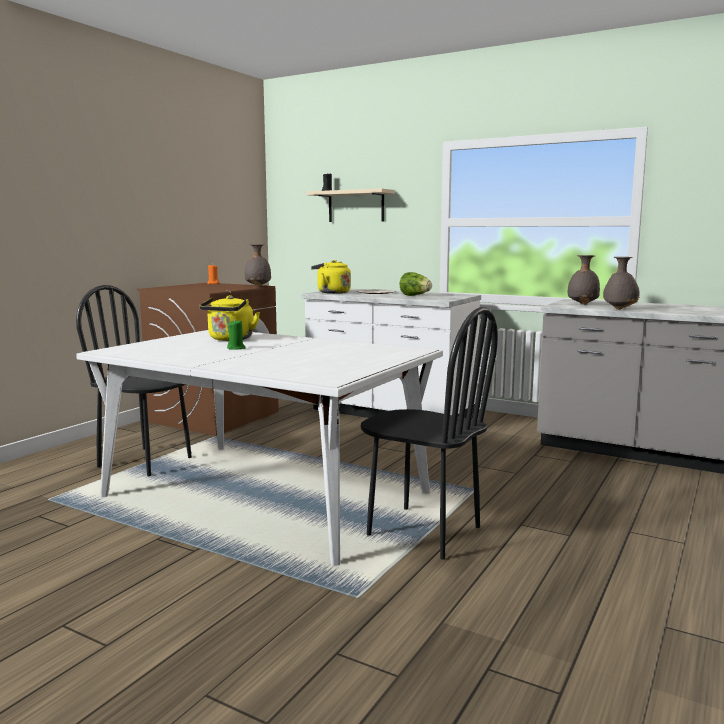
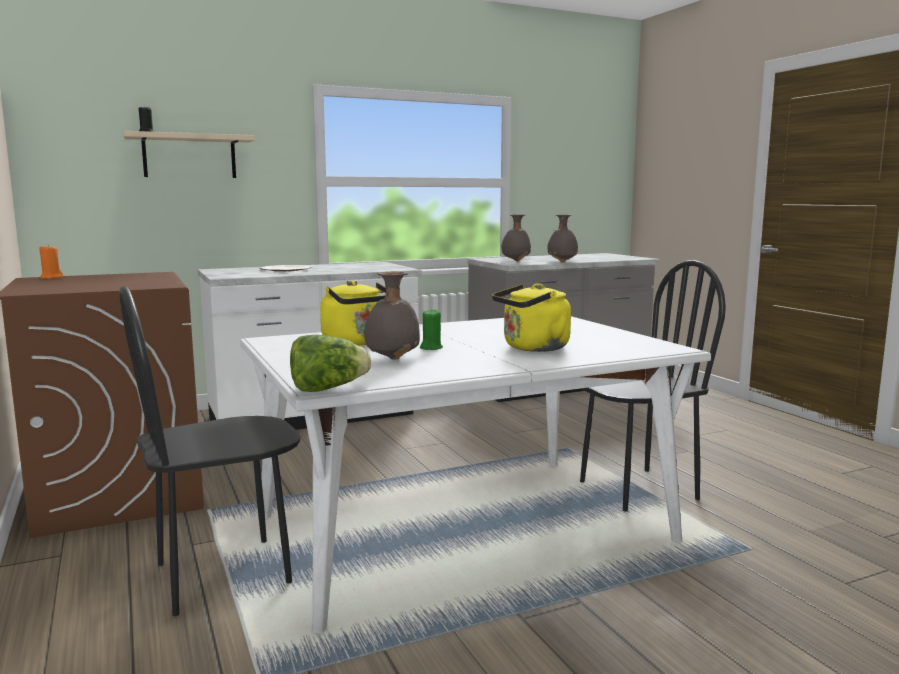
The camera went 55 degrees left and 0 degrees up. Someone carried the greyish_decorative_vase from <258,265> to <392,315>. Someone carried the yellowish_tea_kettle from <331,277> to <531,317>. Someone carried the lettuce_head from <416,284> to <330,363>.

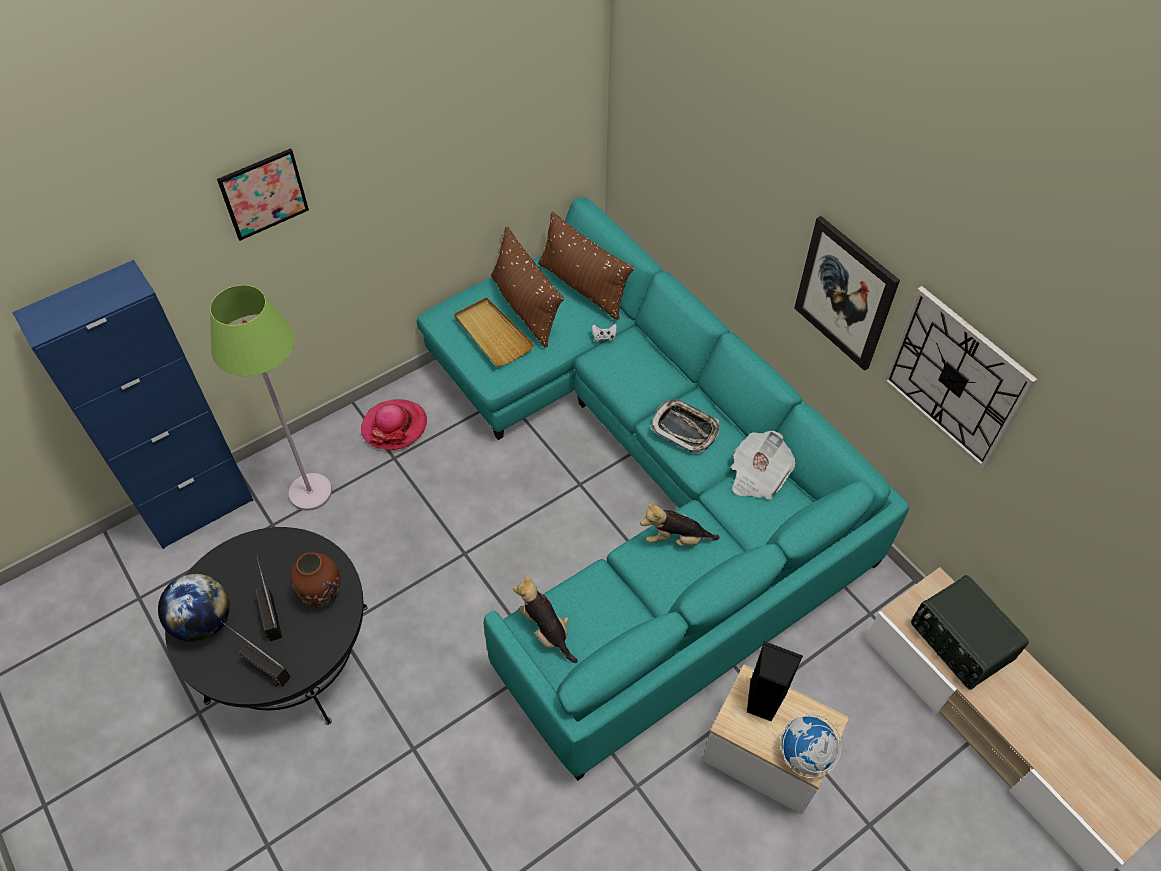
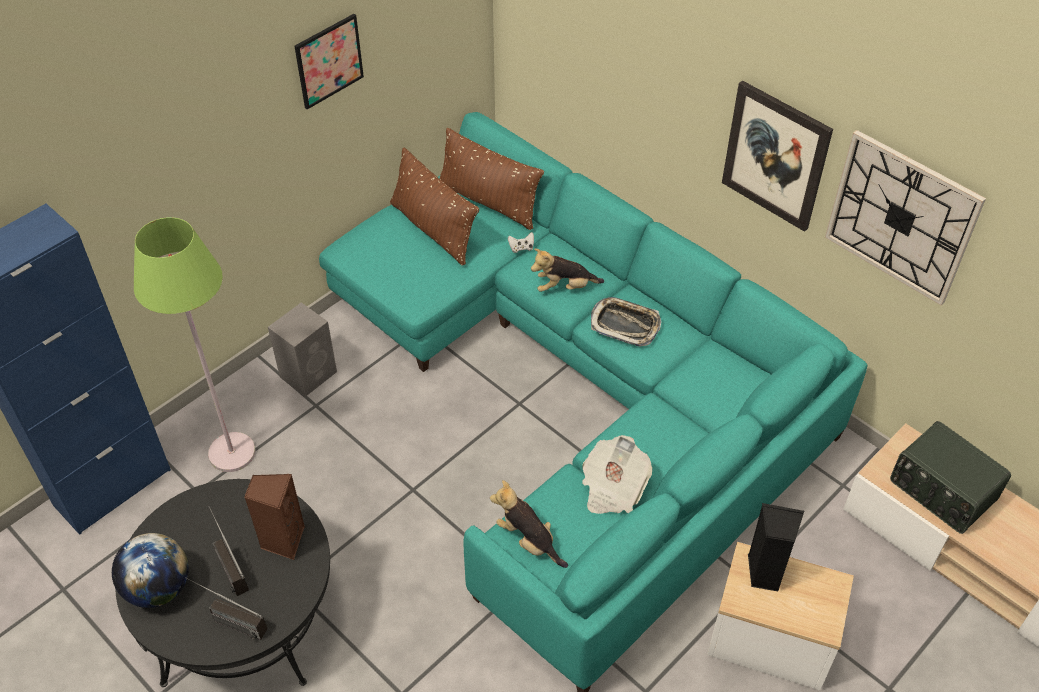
The camera went 10 degrees left and 5 degrees down. Someone took away the sand-coloured_carrying_tray at <494,332>. Someone took away the desk_globe at <811,746>. Someone carried the picture from <263,194> to <329,61>. Someone carried the soft_toy from <680,524> to <567,270>. Someone carried the printed_paper from <763,465> to <617,474>. Someone swapped the brown_decorative_vase at <316,579> for the brown_audio_speaker at <274,517>. Someone swapped the wearable_hat at <394,424> for the greyish_audio_speaker at <302,349>.

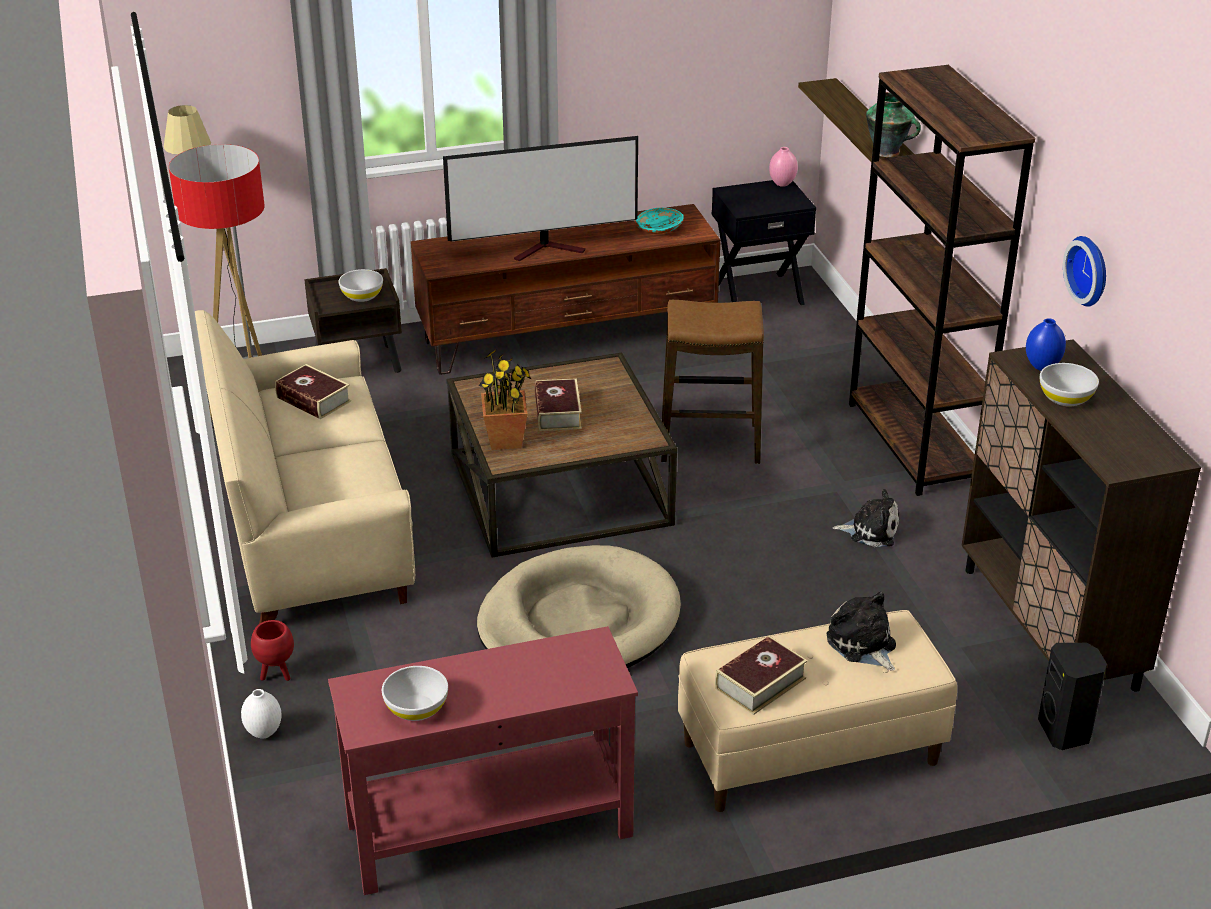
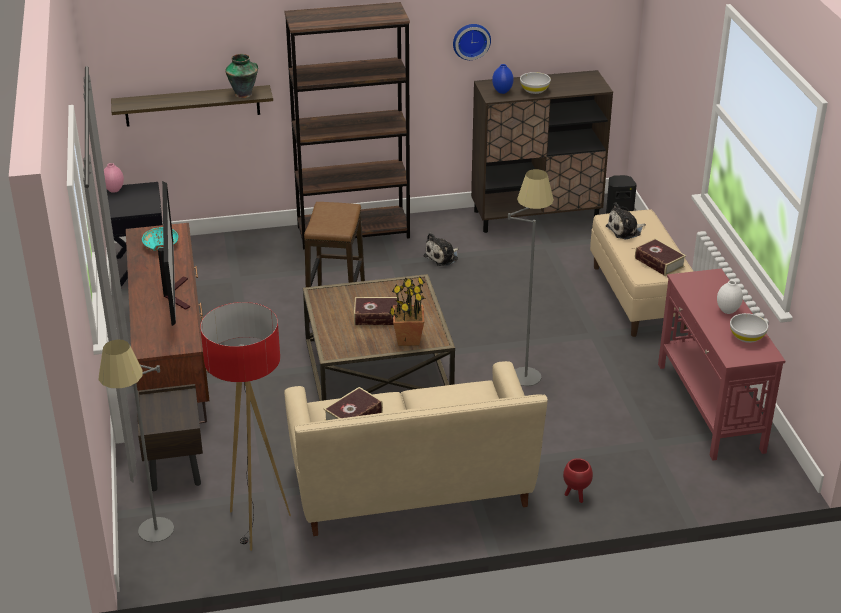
The camera went 85 degrees left and 0 degrees up. Someone took away the white-coloured_serving_bowl at <360,285>. Someone carried the white-coloured_decorative_vase from <261,714> to <730,297>. Someone swapped the sand-coloured_pet_bed at <579,606> for the greyish_floor_lamp at <531,277>. Someone rotated the soft_toy at <865,518> by 150 degrees counterclockwise.

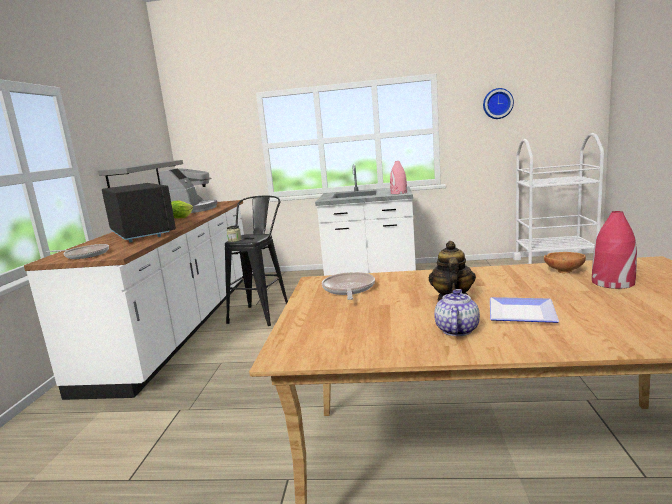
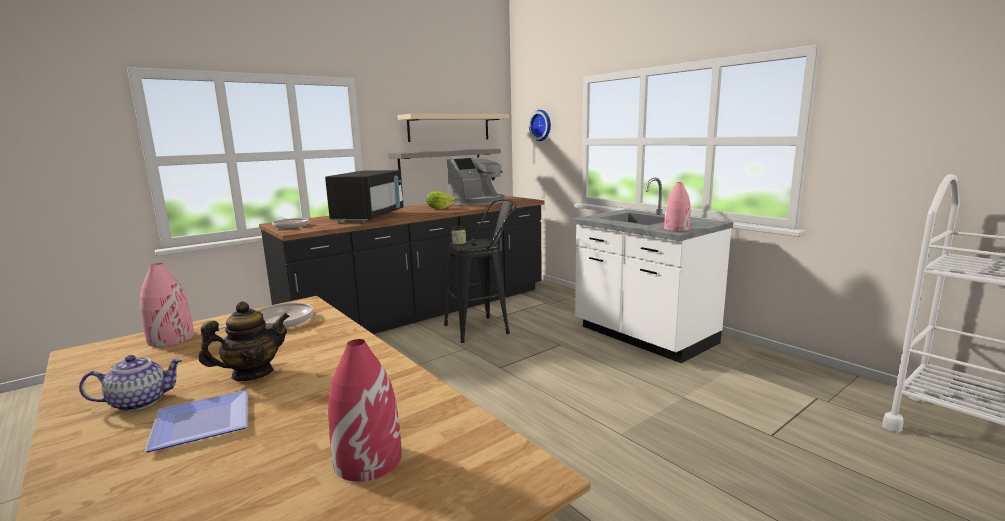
The camera went 45 degrees right and 0 degrees up. Someone took away the brown_serving_bowl at <565,262>. Someone put down the pink_decorative_vase at <167,305>. Someone put up the sand-coloured_shelf at <453,128>. Someone carried the clock_on_the_wall from <498,103> to <540,125>. Someone repainted the white-coloured_kitchen_base_unit at <134,300>, which became the blackish_kitchen_base_unit at <401,264>.

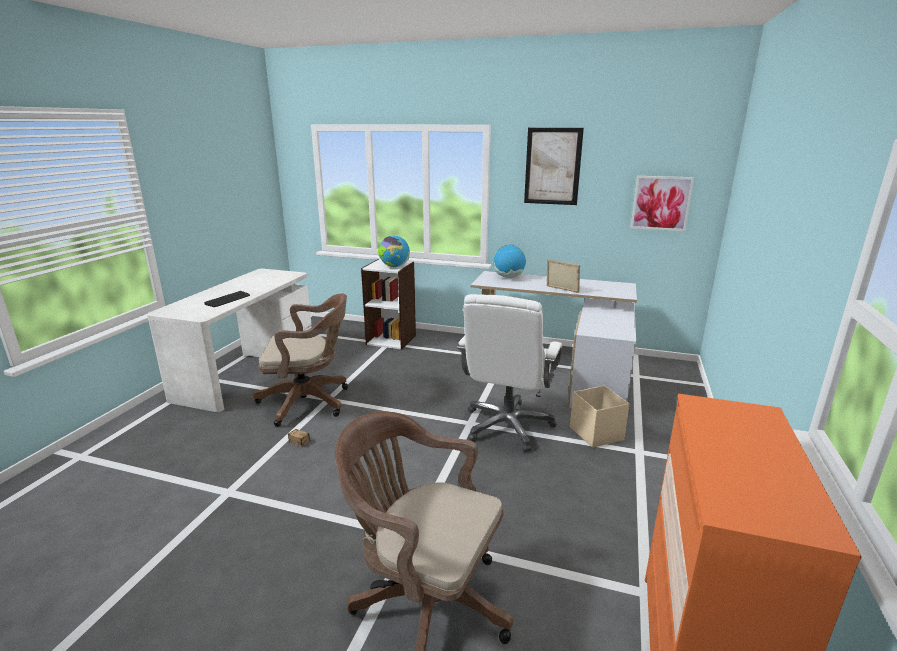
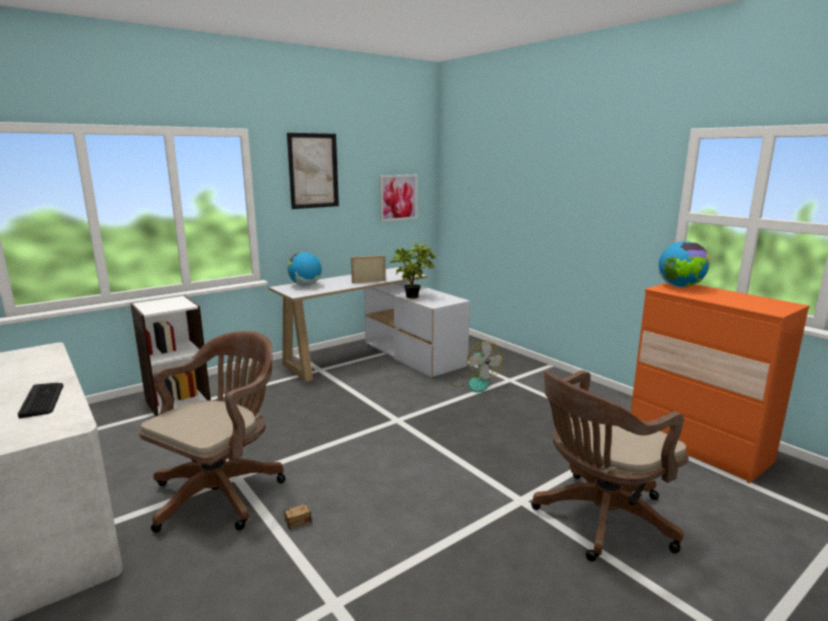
The camera went 55 degrees left and 5 degrees down. Someone took away the white-coloured_computer_chair at <509,373>. Someone put down the plant_in_a_pot at <412,270>. Someone carried the desk_globe from <394,251> to <684,264>. Someone swapped the sand-coloured_storage_bin at <600,417> for the cooling_fan at <477,366>.

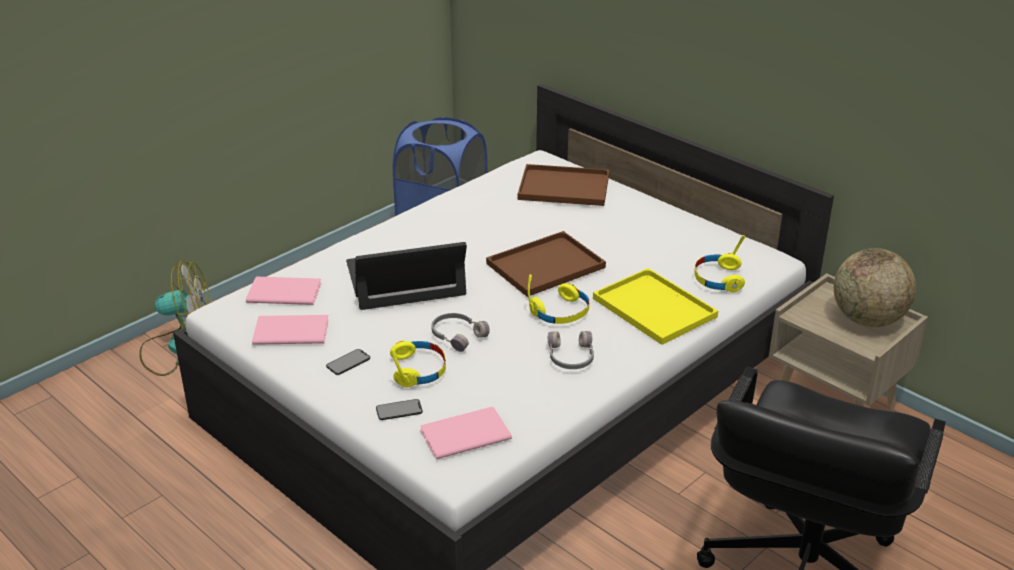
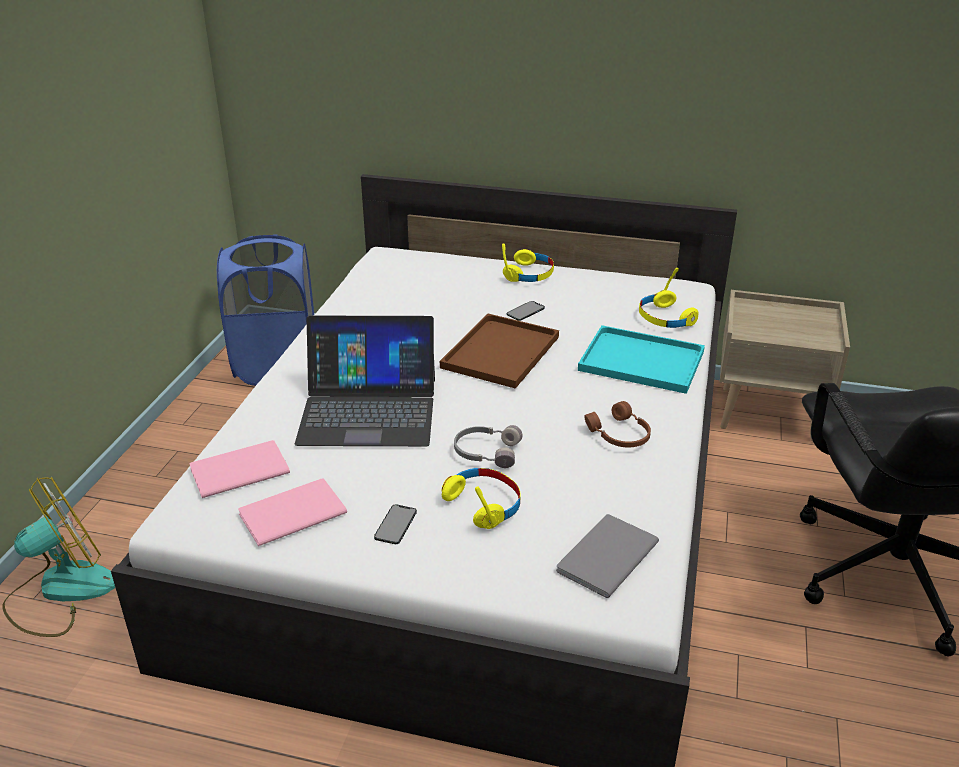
The camera went 30 degrees left and 0 degrees up. Someone took away the brown_carrying_tray at <563,185>. Someone took away the desk_globe at <875,287>. Someone carried the handset from <399,409> to <526,311>. Someone carried the yellowish_pair_of_headphones from <558,299> to <528,262>. Someone repainted the pink_bound_book at <466,433>, which became the greyish_bound_book at <607,556>. Someone repainted the greyish_pair_of_headphones at <571,350>, which became the brown_pair_of_headphones at <617,424>. Someone repainted the yellowish_carrying_tray at <655,306>, which became the blue-green_carrying_tray at <641,359>. Someone rotated the notebook_computer at <406,276> by 135 degrees counterclockwise.

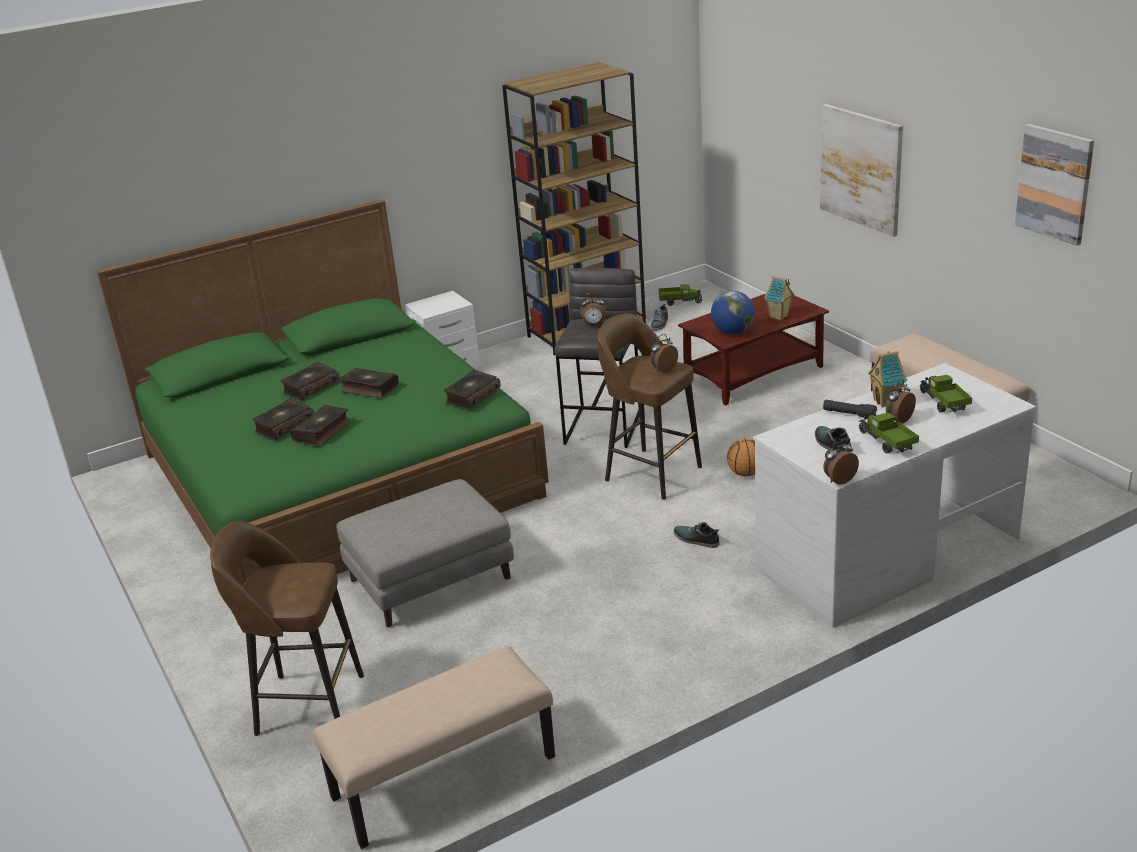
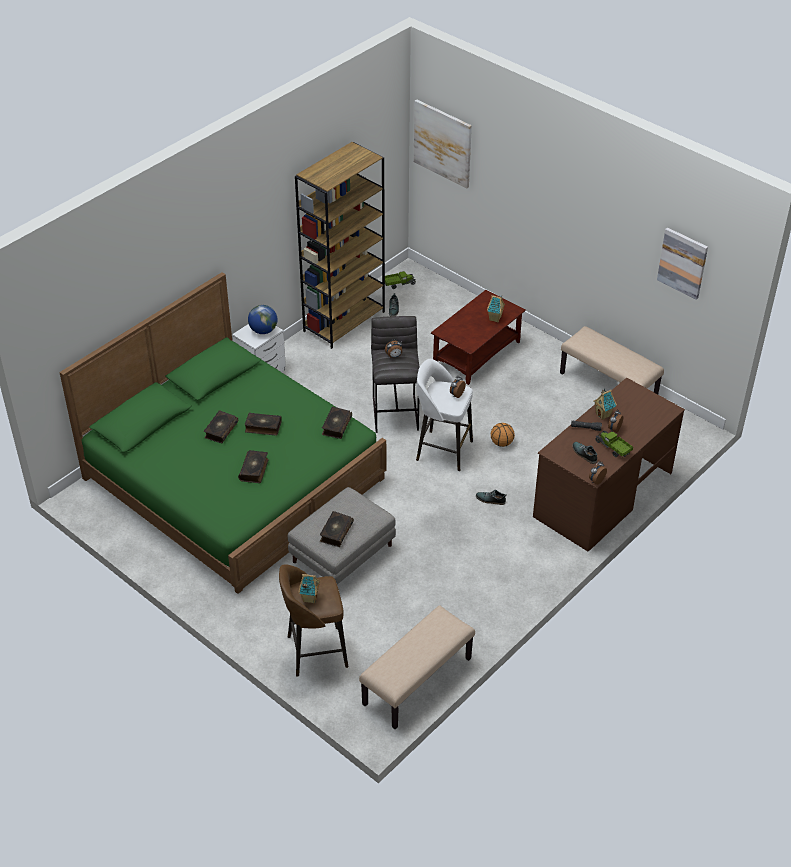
The camera went 20 degrees left and 15 degrees up. Someone took away the model_truck at <946,394>. Someone put down the model_house at <309,589>. Someone carried the bound_book from <283,419> to <337,529>. Someone carried the desk_globe from <733,313> to <262,319>. Someone carried the picture from <861,170> to <443,144>. Someone repainted the brown_sitting_stool at <649,406>, which became the white-coloured_sitting_stool at <444,415>. Someone repainted the white-coloured_desk_table at <894,495>, which became the brown_desk_table at <609,464>.

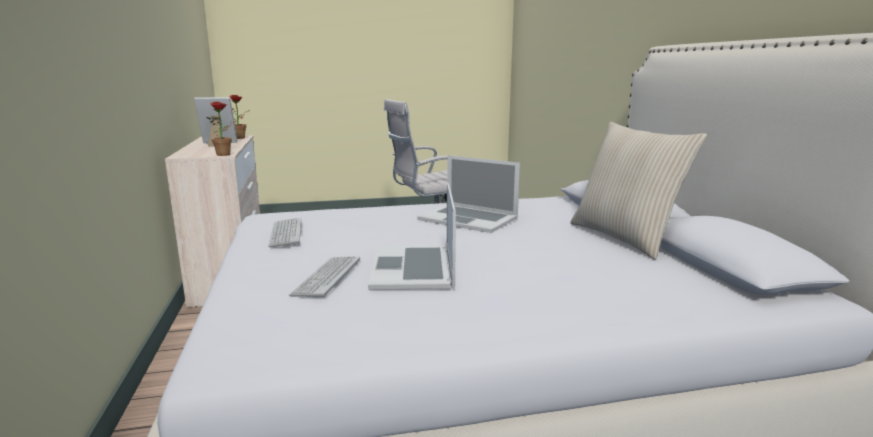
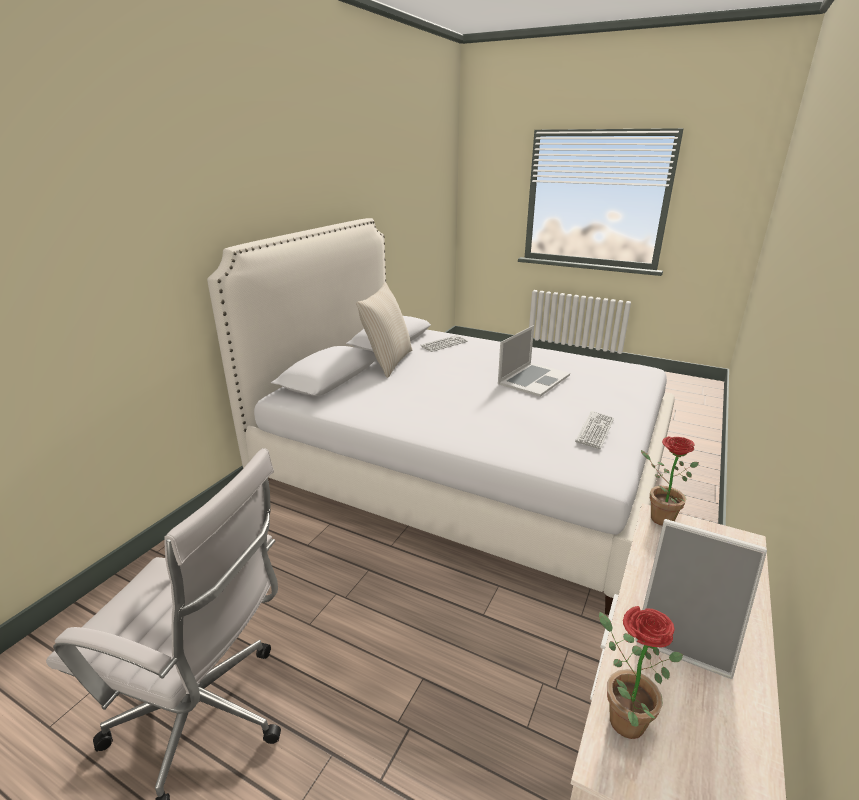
The camera went 140 degrees left and 10 degrees up. Someone took away the notebook_computer at <468,194>. Someone carried the computer_keyboard from <324,276> to <444,343>.

